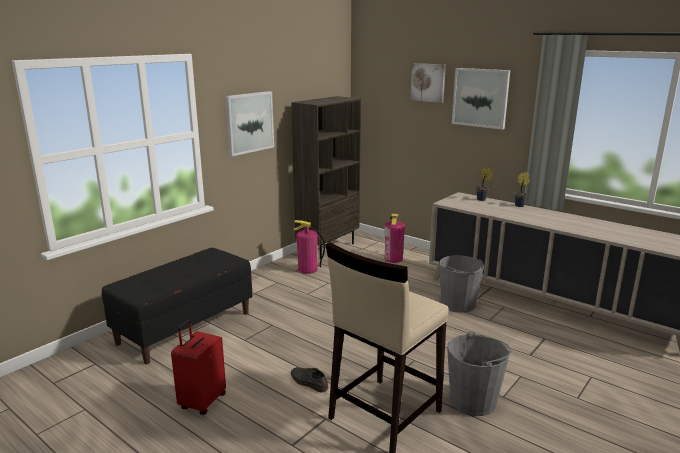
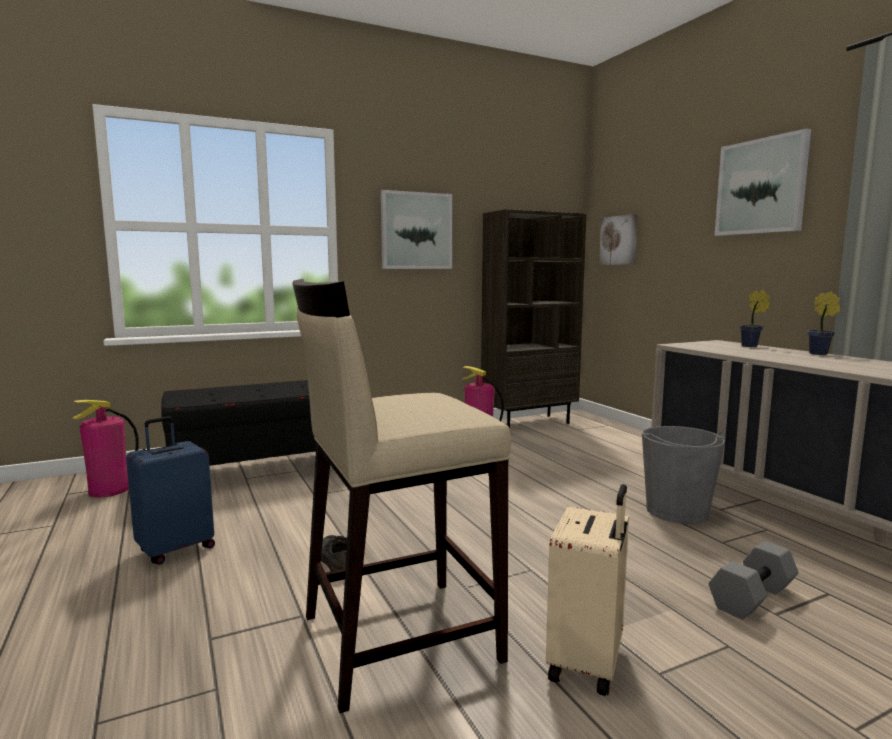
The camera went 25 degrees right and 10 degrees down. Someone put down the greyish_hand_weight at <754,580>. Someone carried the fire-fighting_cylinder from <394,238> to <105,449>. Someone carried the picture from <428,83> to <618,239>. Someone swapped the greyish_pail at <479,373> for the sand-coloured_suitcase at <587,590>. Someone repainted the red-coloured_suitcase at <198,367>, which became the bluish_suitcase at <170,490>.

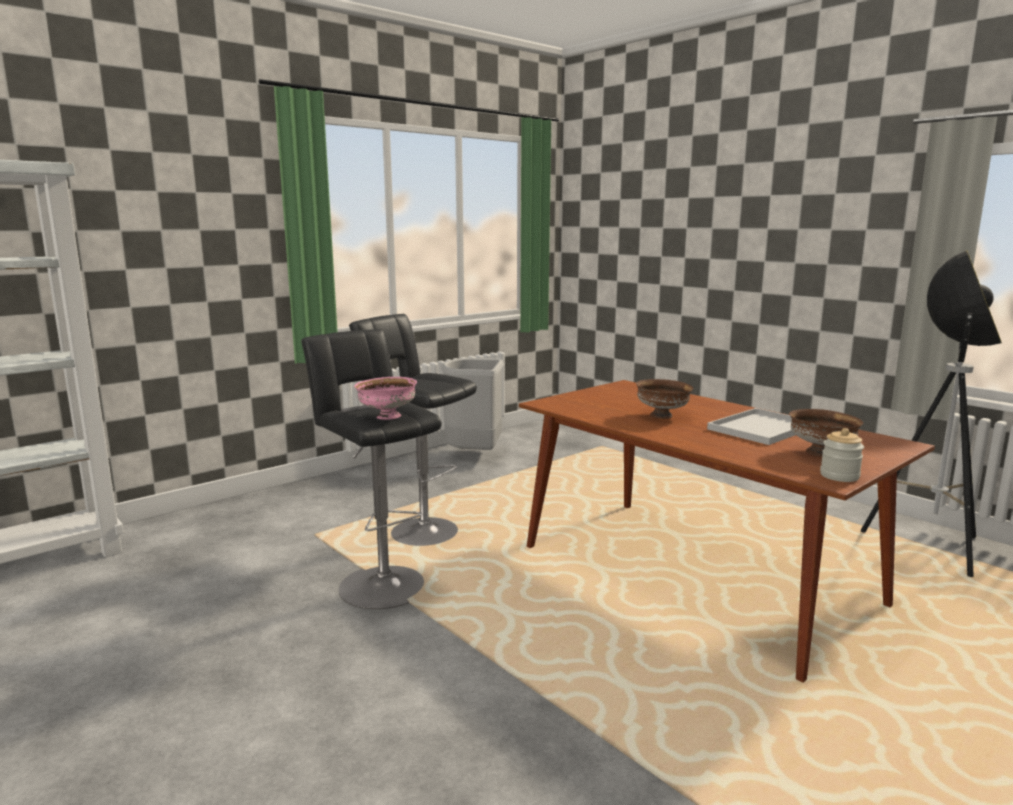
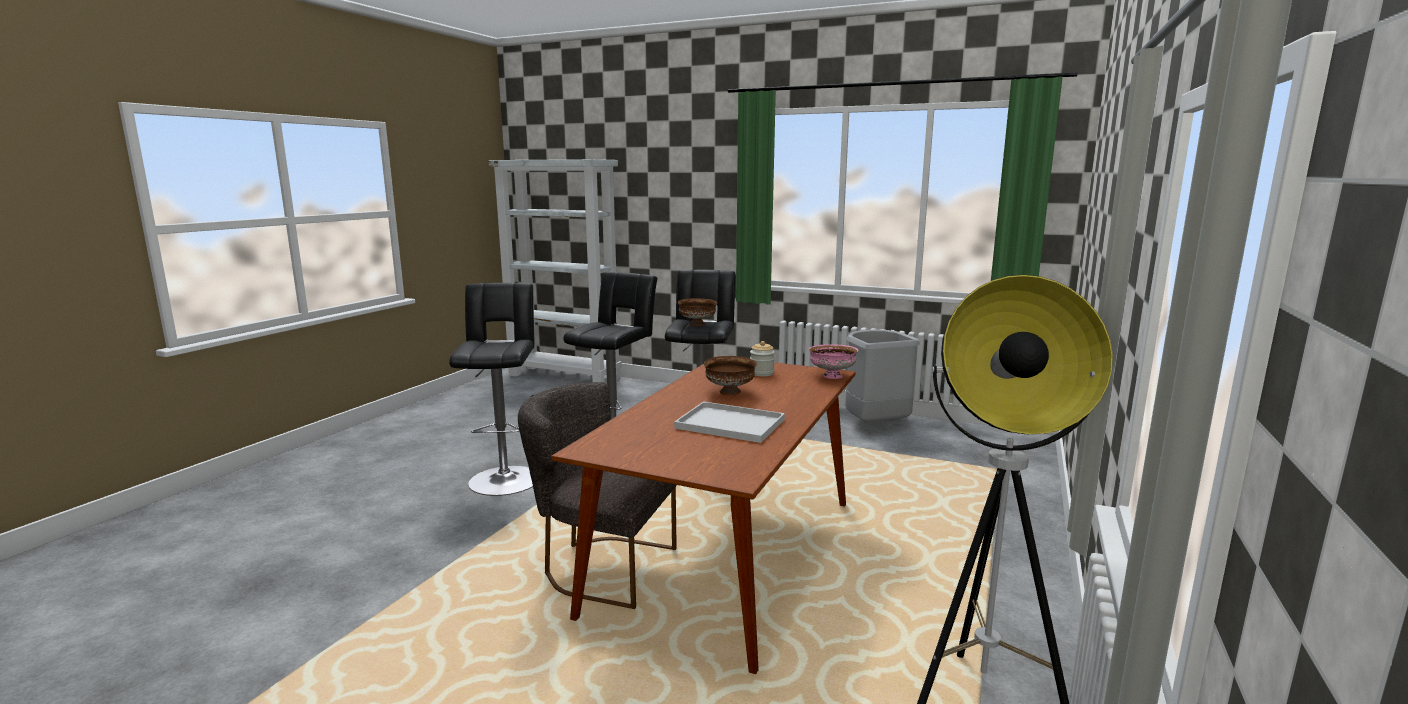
The camera went 65 degrees right and 0 degrees up. Someone put down the blackish_sitting_stool at <492,389>. Someone put down the greyish_chair at <597,495>. Someone carried the pink_serving_bowl from <385,398> to <833,361>. Someone carried the brown_serving_bowl from <826,433> to <697,312>. Someone carried the preserve_jar from <842,455> to <762,358>.

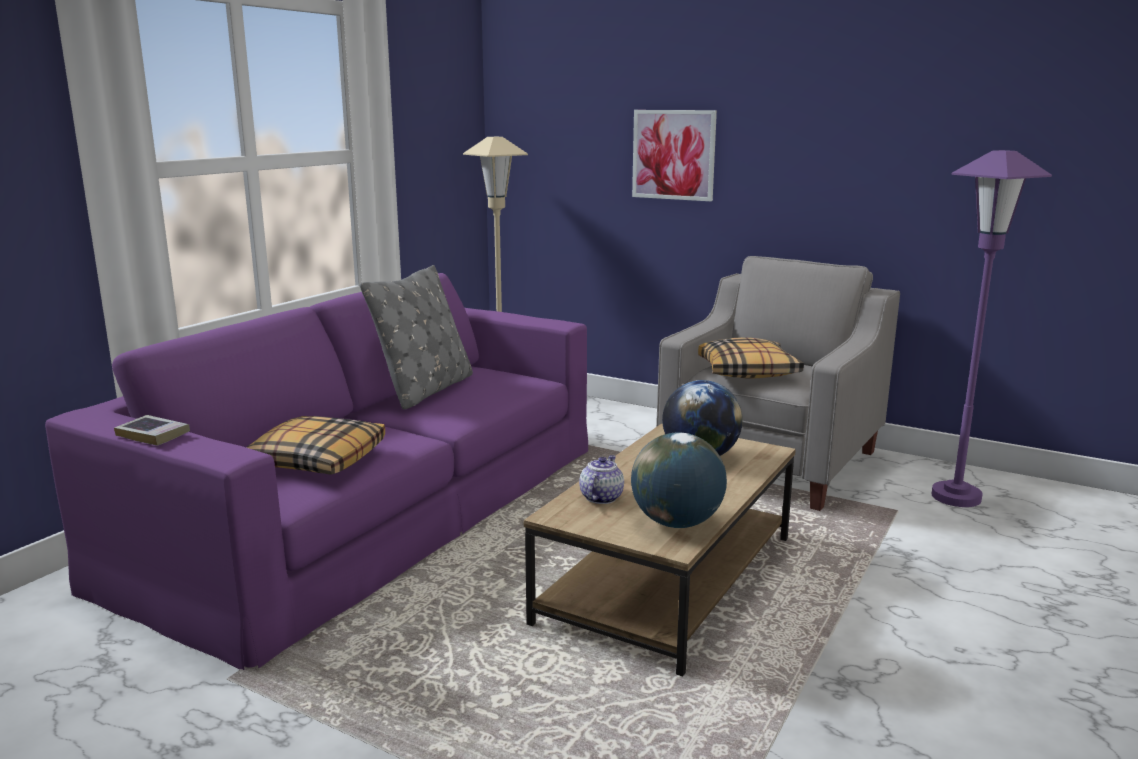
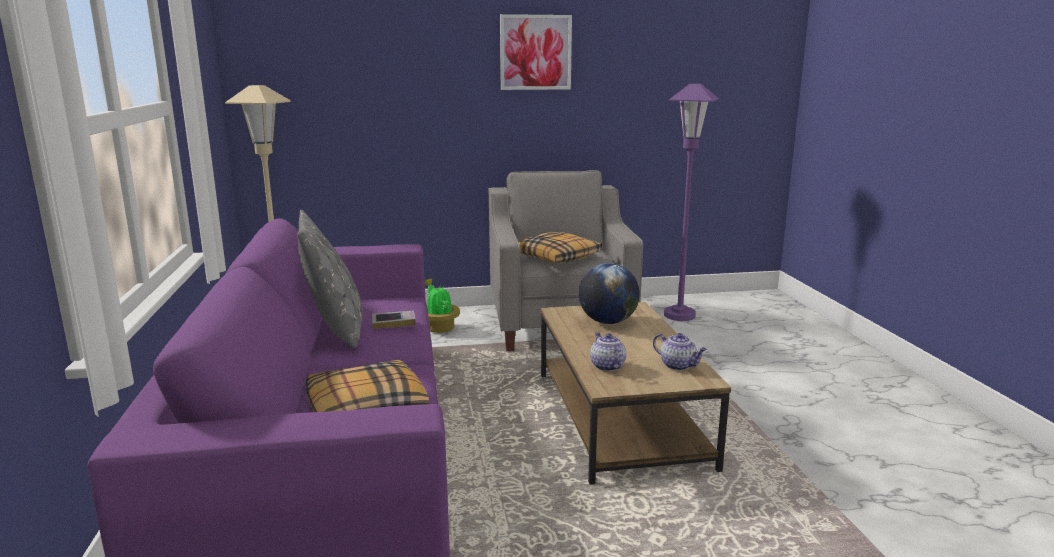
The camera went 40 degrees left and 0 degrees up. Someone put down the plant_in_a_pot at <442,306>. Someone carried the bound_book from <152,430> to <394,320>. Someone carried the picture from <674,155> to <536,52>. Someone swapped the desk_globe at <679,480> for the pot_for_tea at <680,352>.

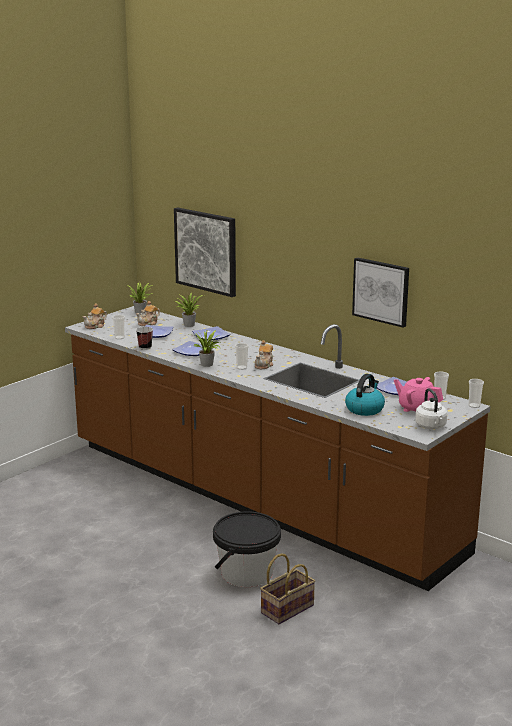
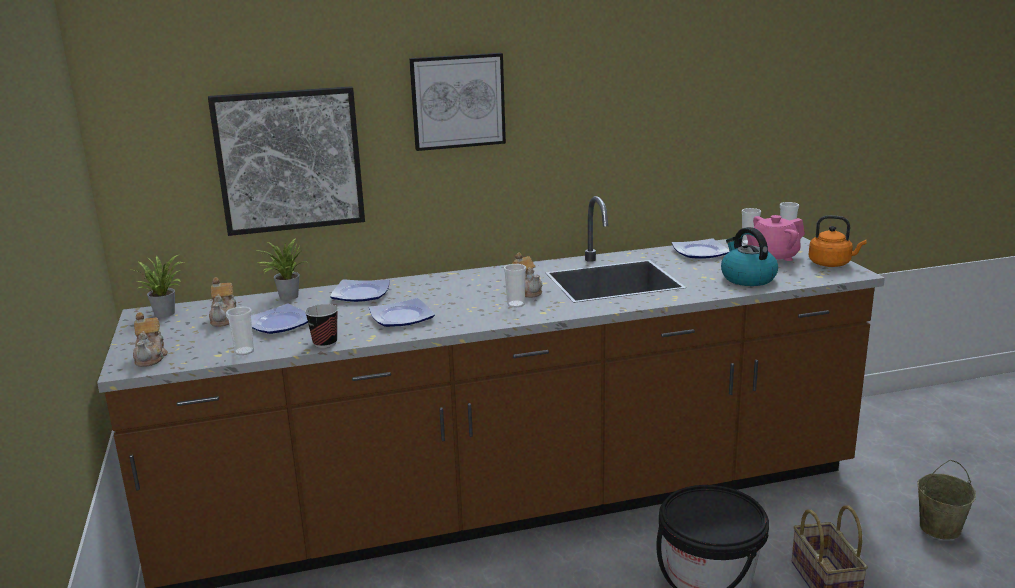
The camera went 55 degrees left and 0 degrees up. Someone took away the plant_in_a_pot at <207,348>. Someone put down the sand-coloured_pail at <946,500>. Someone carried the picture from <380,292> to <457,102>. Someone repainted the white-coloured_tea_kettle at <431,408>, which became the orange_tea_kettle at <837,241>.

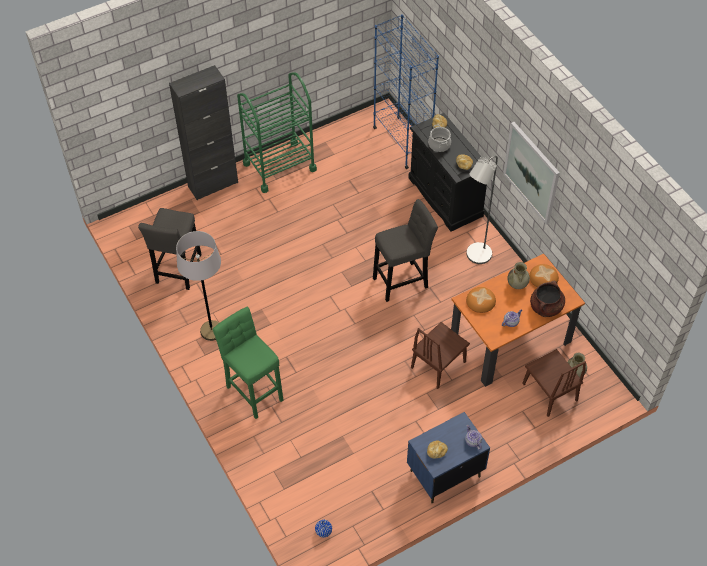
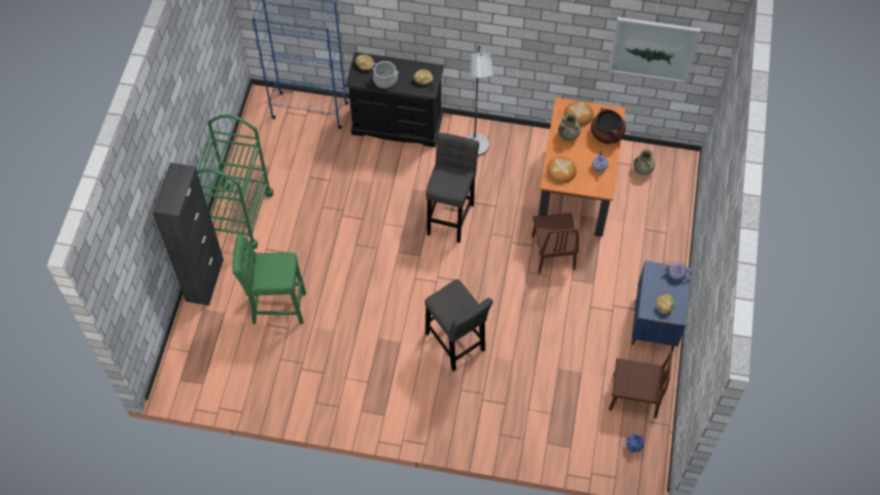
The camera went 50 degrees left and 5 degrees up. Someone took away the greyish_floor_lamp at <198,286>. Someone carried the greyish_sitting_stool from <170,249> to <459,325>. Someone carried the green-coloured_sitting_stool from <248,363> to <269,278>. Someone carried the picture from <531,173> to <654,50>. Someone carried the brown_chair from <554,383> to <641,384>.

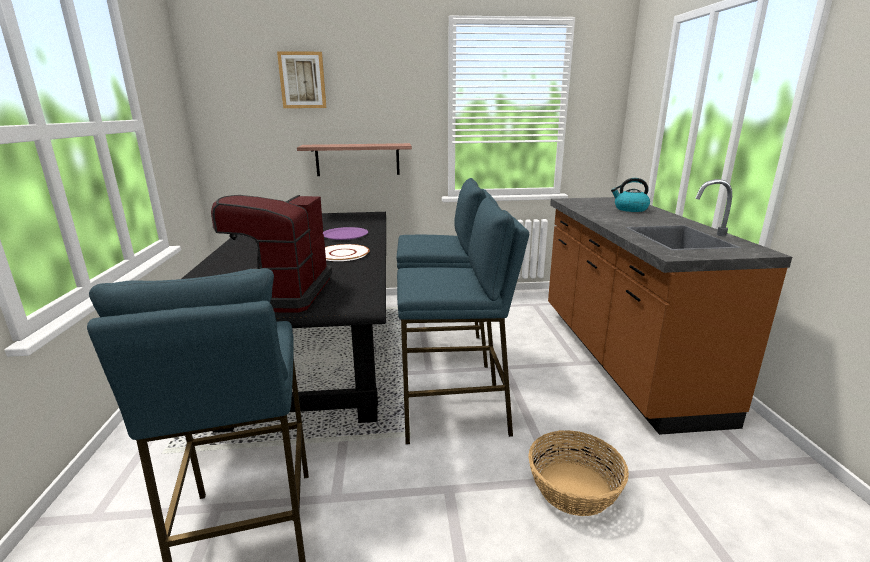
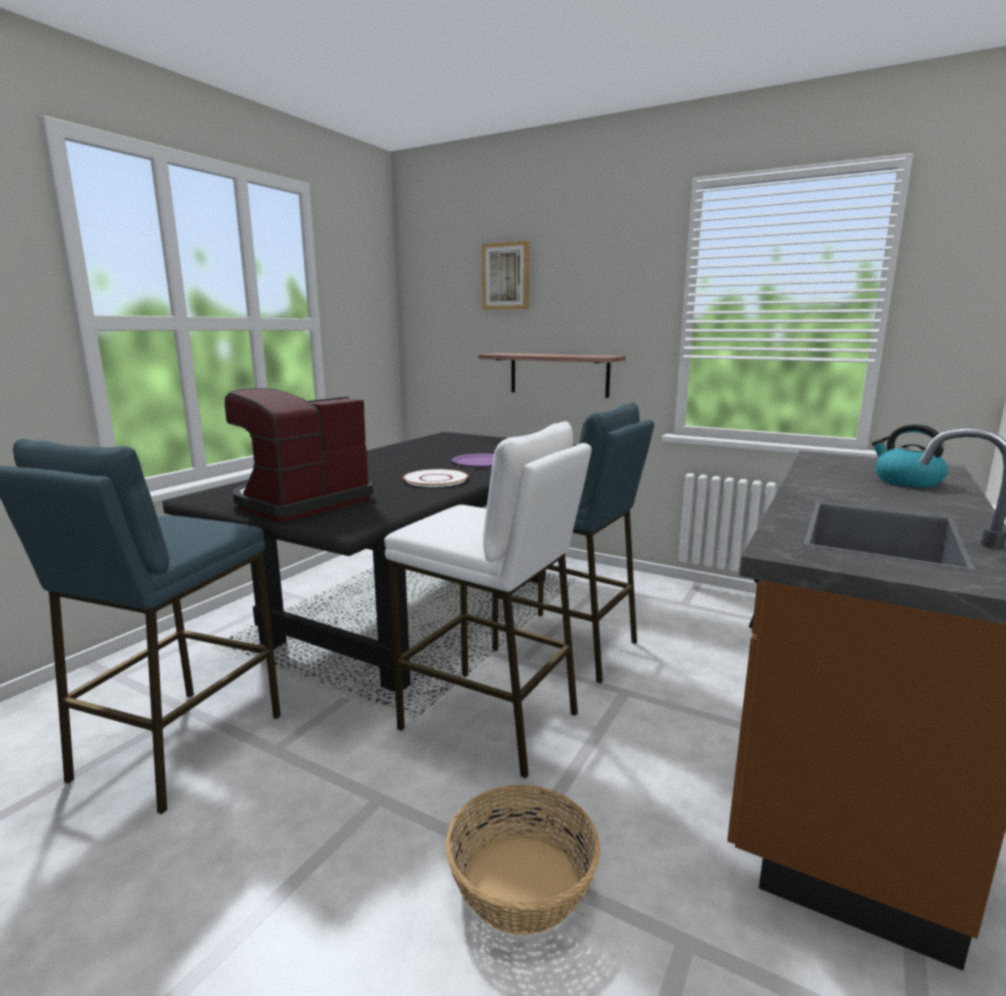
The camera went 35 degrees right and 5 degrees down. Someone repainted the bluish_sitting_stool at <463,320>, which became the white-coloured_sitting_stool at <488,600>.

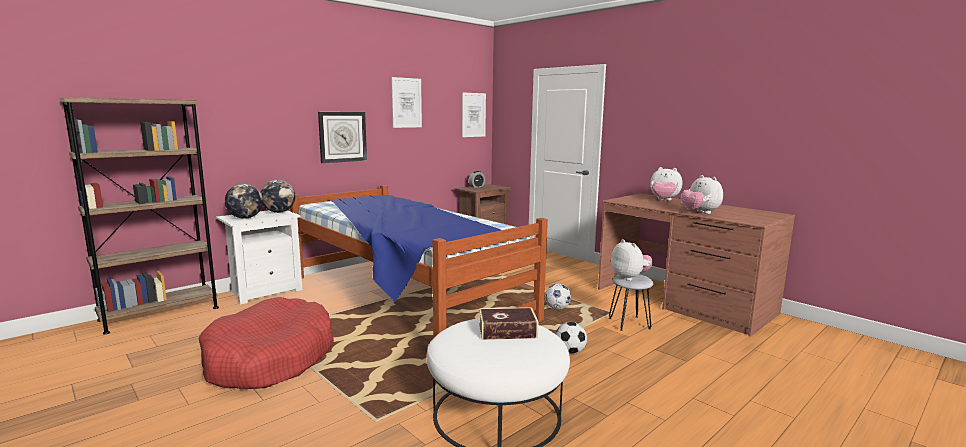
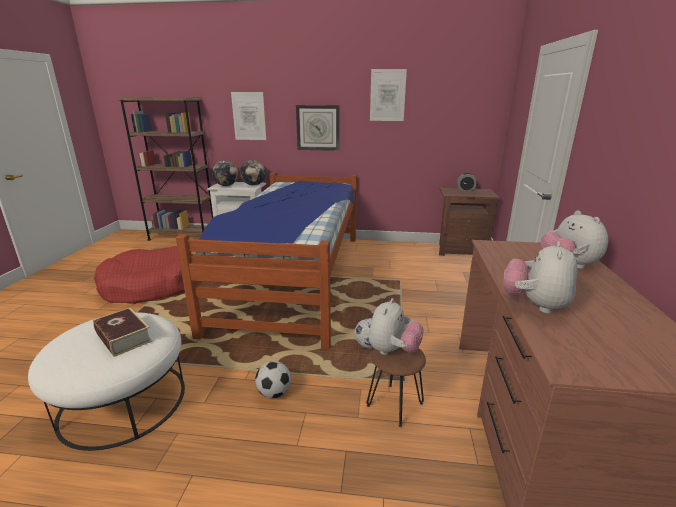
The camera went 50 degrees right and 10 degrees up. Someone carried the picture from <474,114> to <248,116>. Someone repainted the greyish_sitting_stool at <631,302>, which became the brown_sitting_stool at <396,387>.

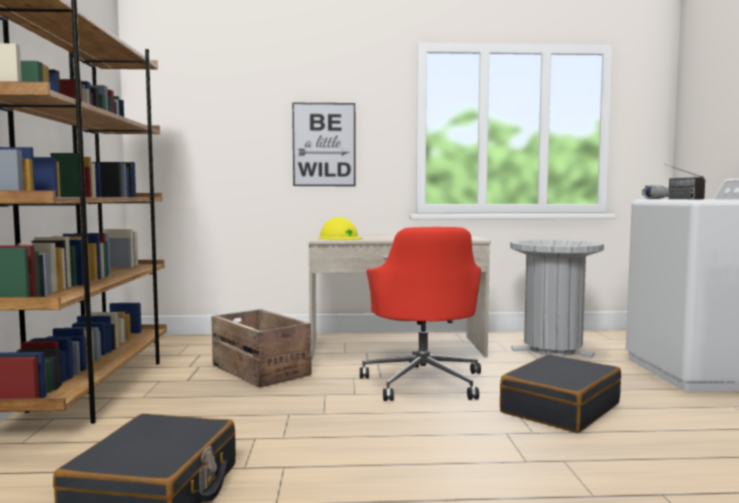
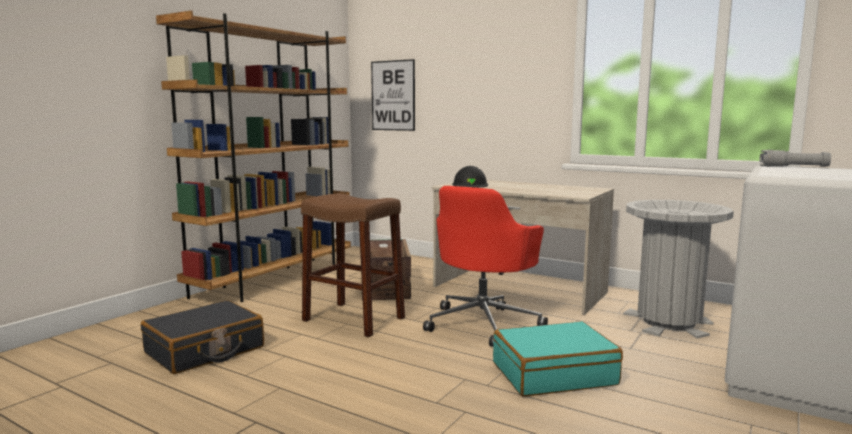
The camera went 35 degrees right and 5 degrees up. Someone took away the radio_receiver at <684,181>. Someone put down the brown_sitting_stool at <353,265>. Someone carried the picture from <324,144> to <393,95>. Someone repainted the yellowish_safety_helmet at <340,228>, which became the blackish_safety_helmet at <470,177>. Someone repainted the blackish_suitcase at <560,393>, which became the blue-green_suitcase at <558,359>.

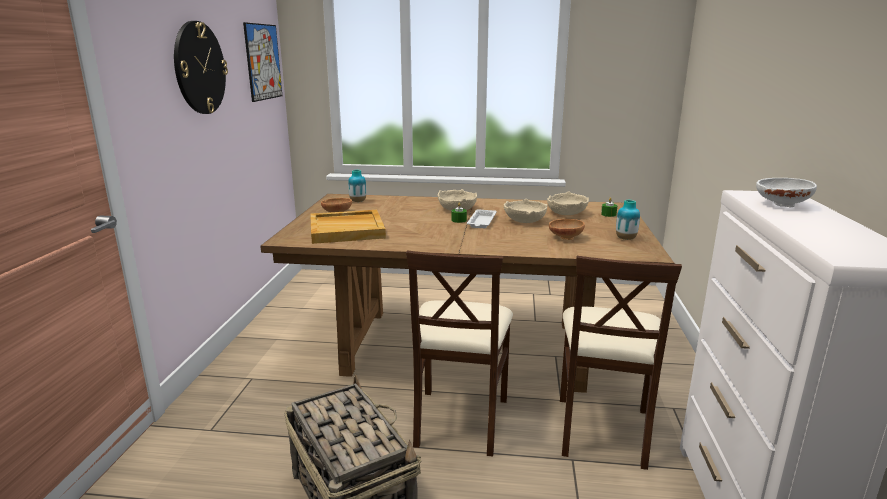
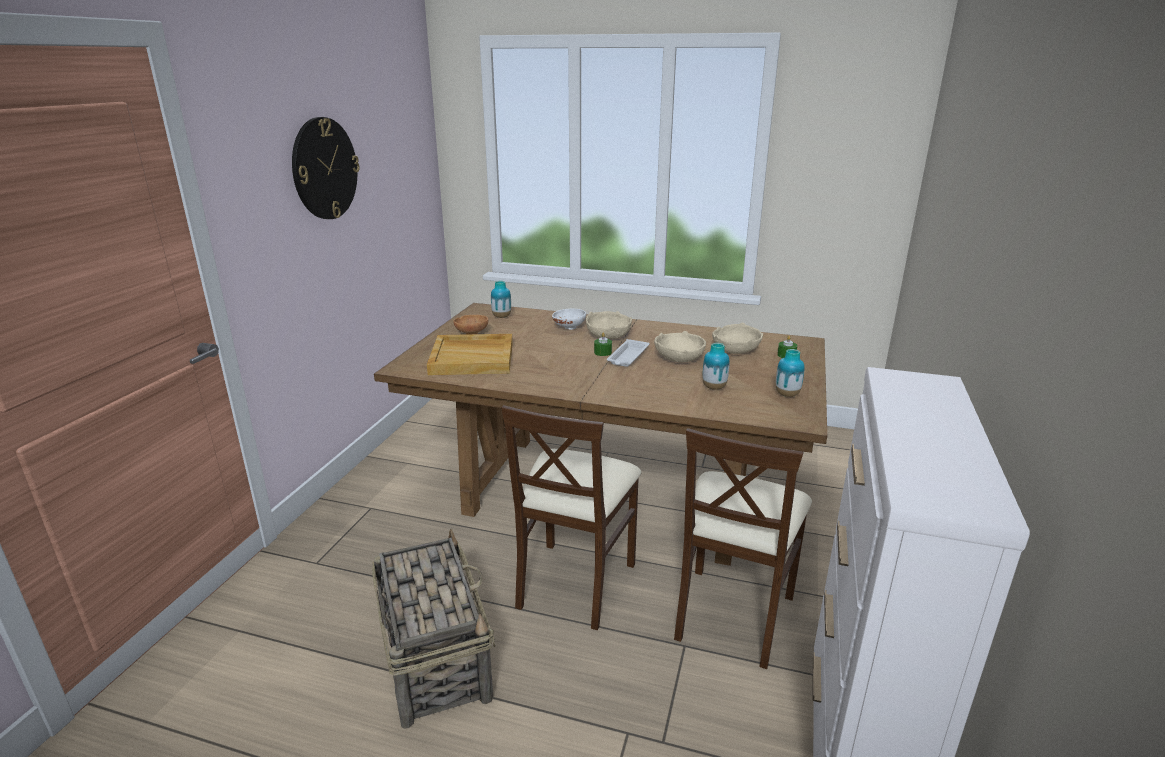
The camera went 10 degrees right and 5 degrees up. Someone took away the picture at <262,62>. Someone carried the white-coloured_serving_bowl from <786,192> to <569,319>. Someone swapped the brown_serving_bowl at <567,229> for the decorative_vase at <716,366>.

